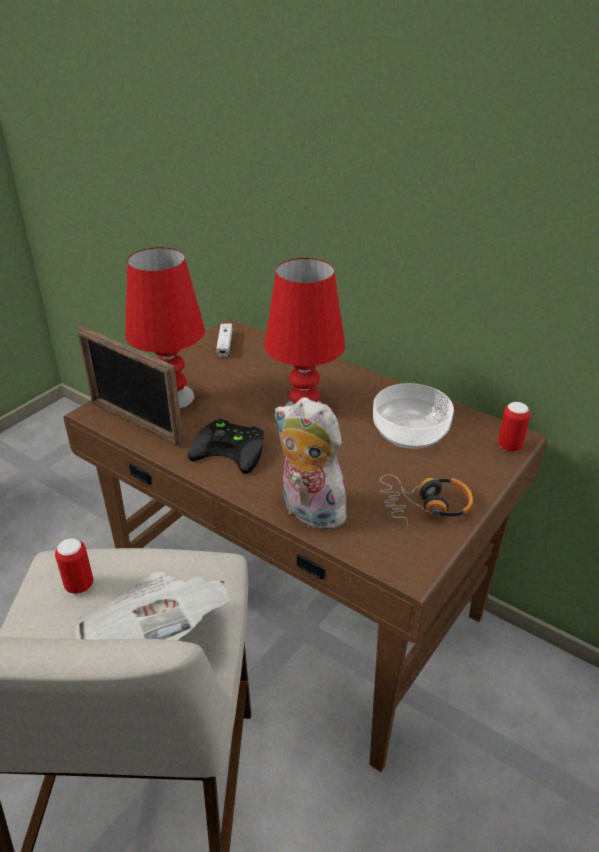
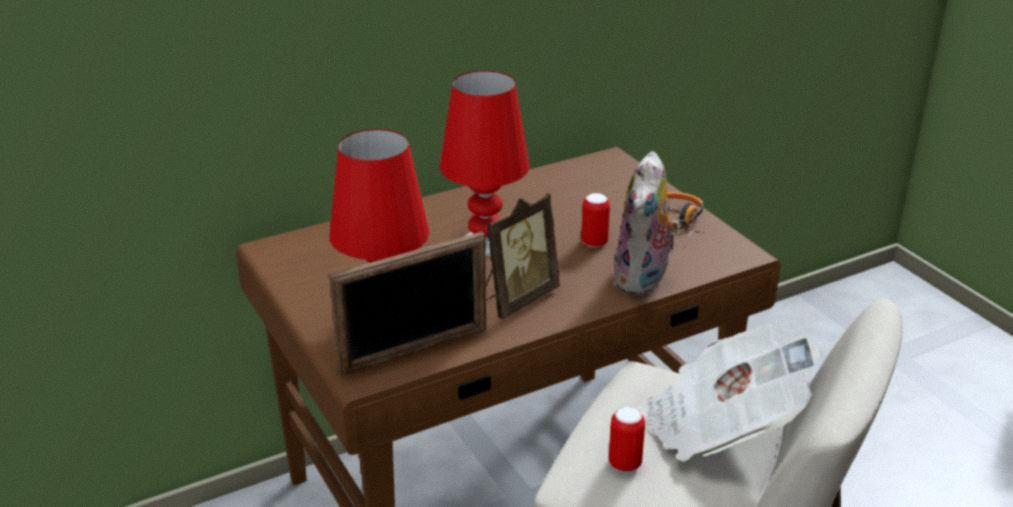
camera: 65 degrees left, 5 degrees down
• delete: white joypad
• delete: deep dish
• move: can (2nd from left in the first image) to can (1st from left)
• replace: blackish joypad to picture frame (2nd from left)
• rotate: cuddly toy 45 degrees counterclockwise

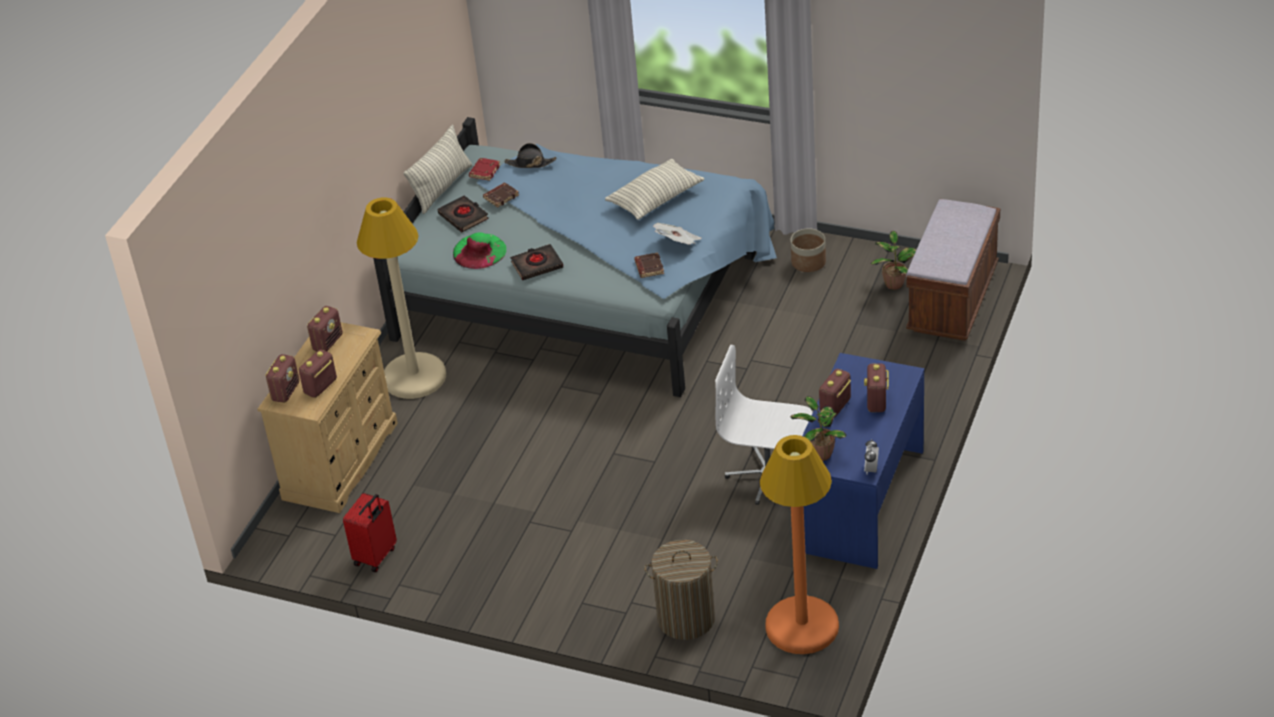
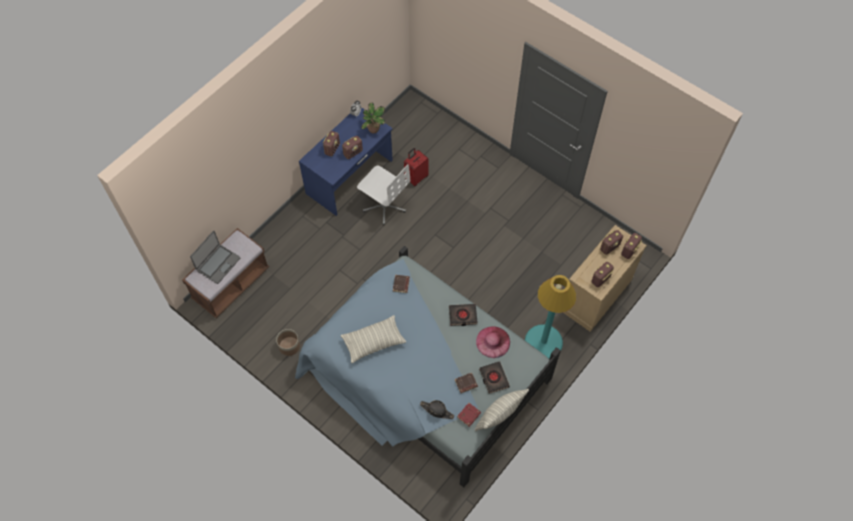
camera: 165 degrees left, 20 degrees up
• delete: hamper
• delete: printed paper
• delete: orangey standard lamp
• delete: houseplant (2nd from left)
• insert: notebook computer
• move: red piece of luggage
• recolor: beige-coloured standard lamp to blue-green standard lamp
• recolor: greenish clothing hat to pink clothing hat

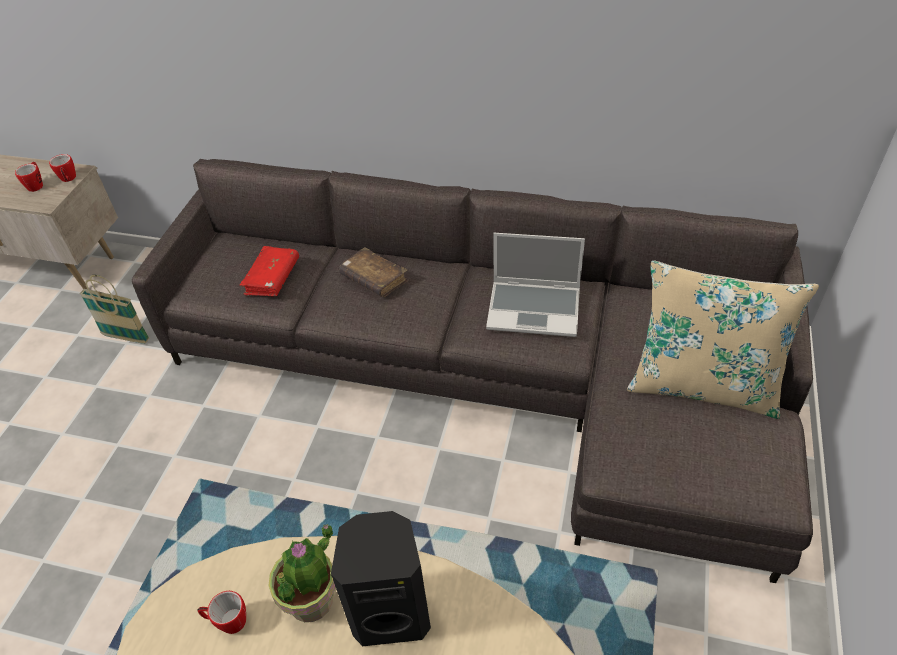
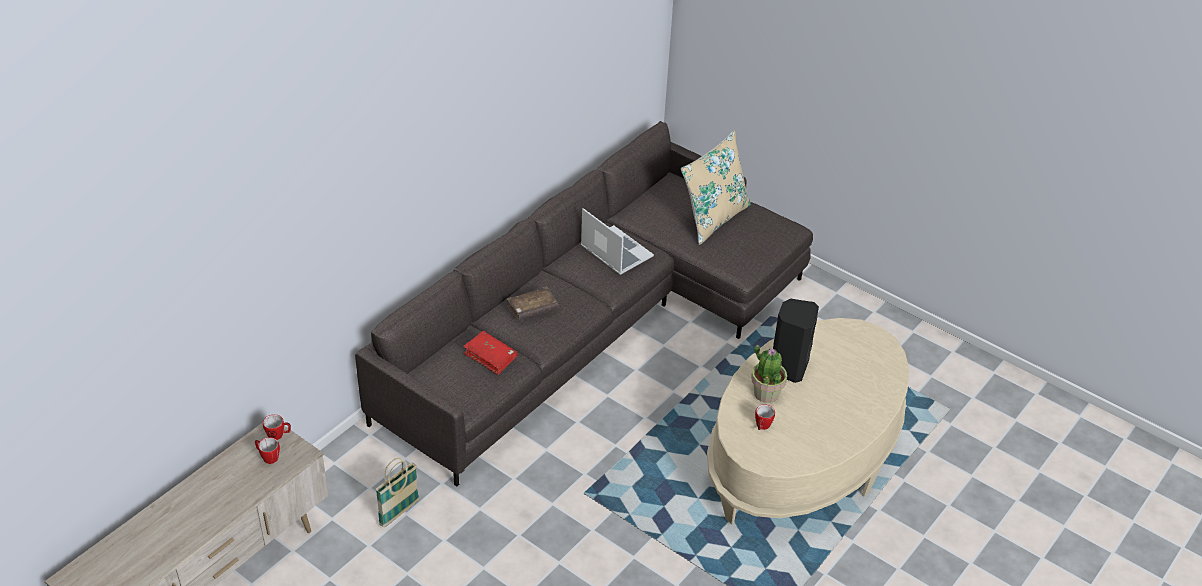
camera: 70 degrees left, 5 degrees down
• rotate: notebook computer 75 degrees counterclockwise

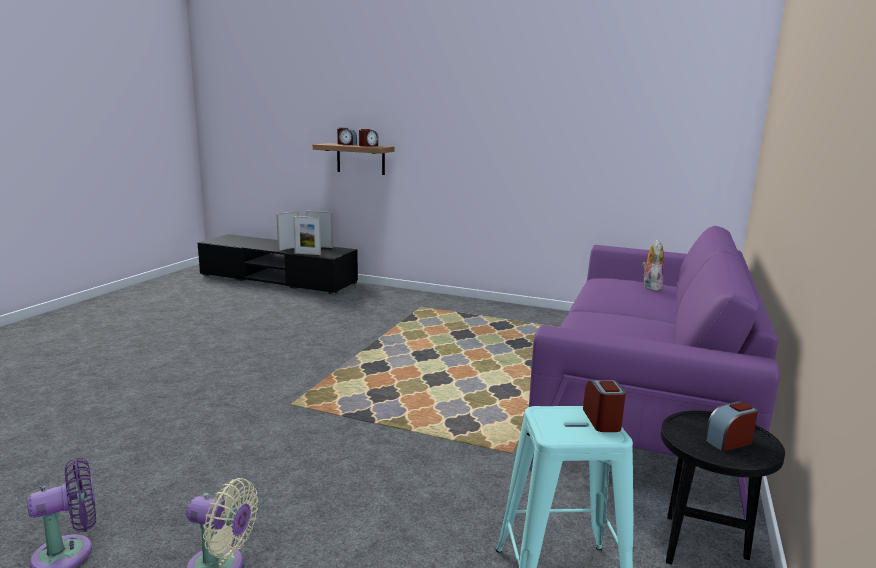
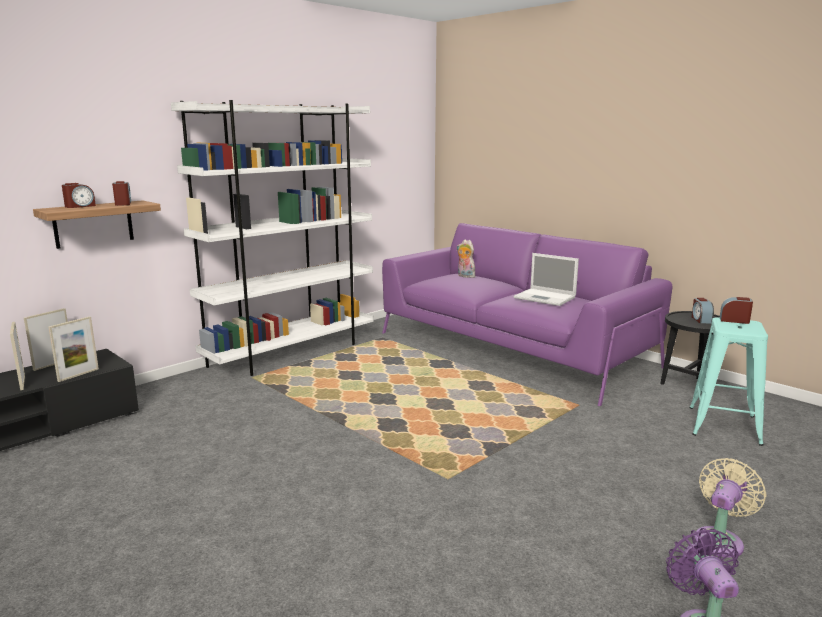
camera: 65 degrees left, 0 degrees up
• insert: white bookcase
• insert: notebook computer

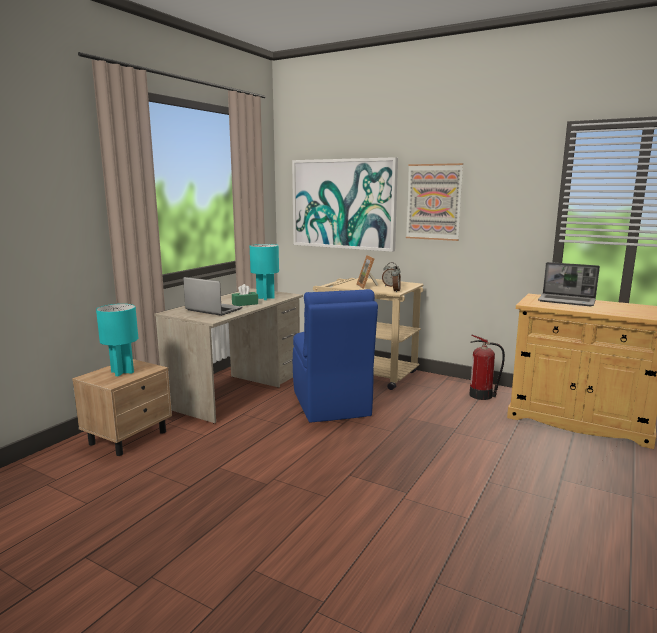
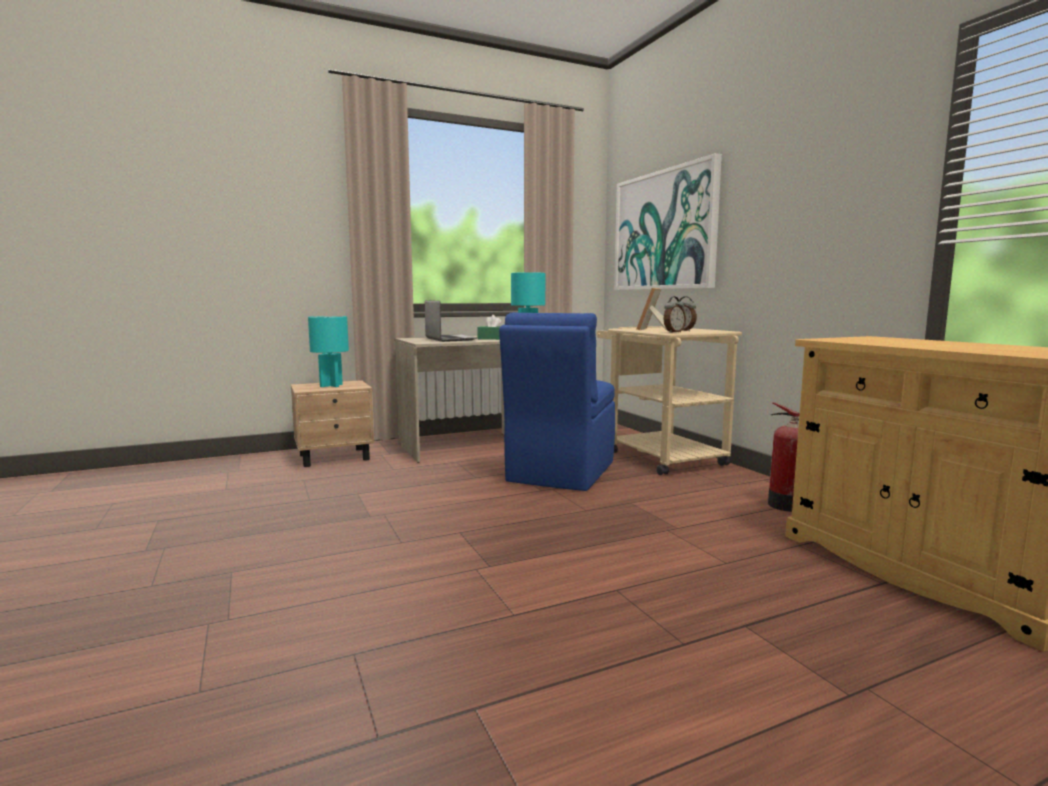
camera: 35 degrees right, 5 degrees down
• delete: wall art (2nd from left)
• delete: notebook computer (2nd from left)

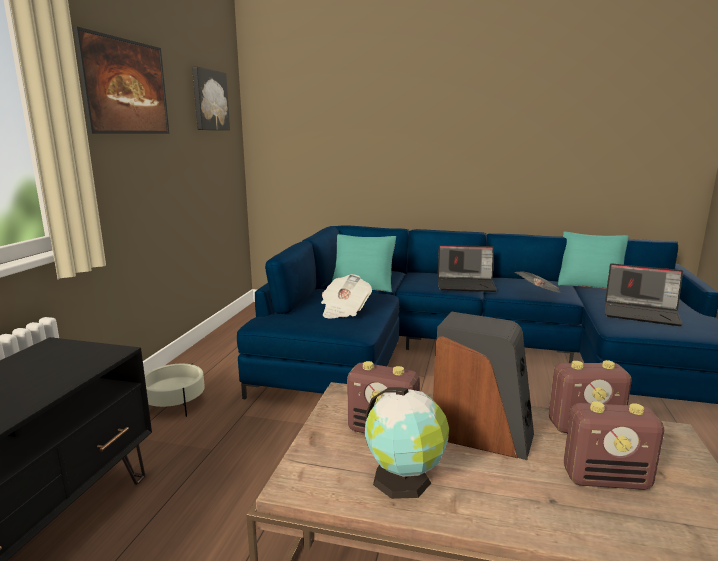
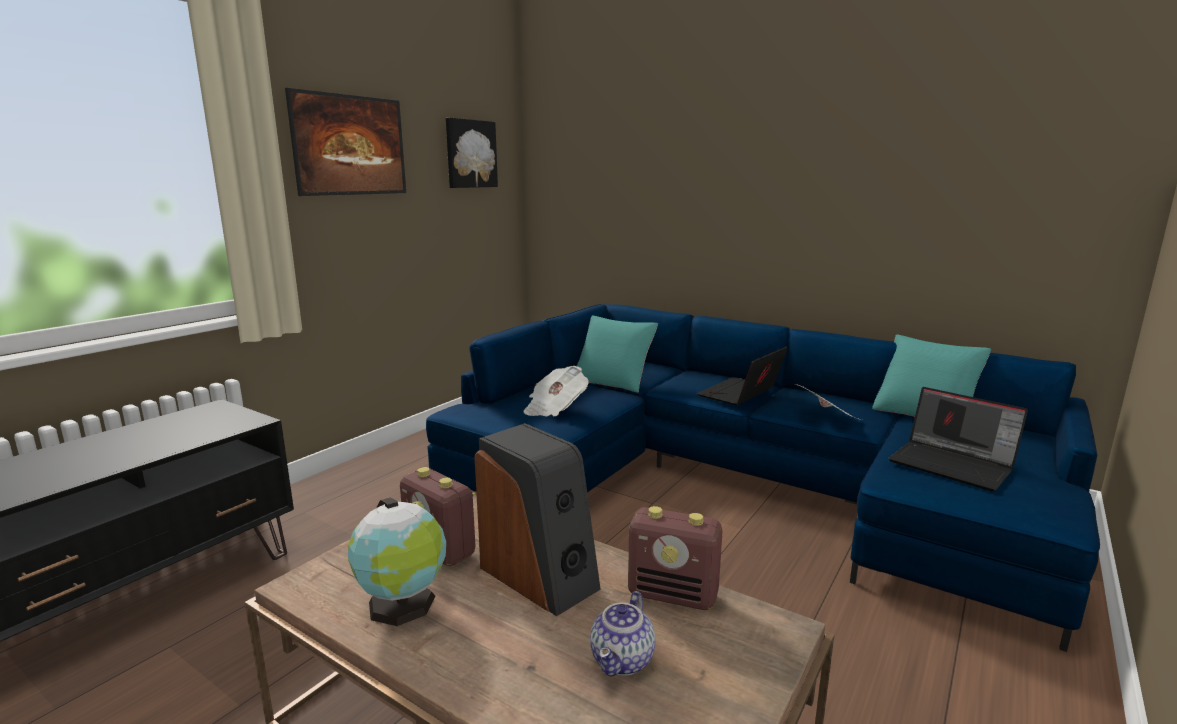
camera: 20 degrees right, 0 degrees up
• delete: beige-coloured plant pot
• replace: radio (3rd from left) to tea pot
• rotate: notebook computer (1st from left) 105 degrees clockwise

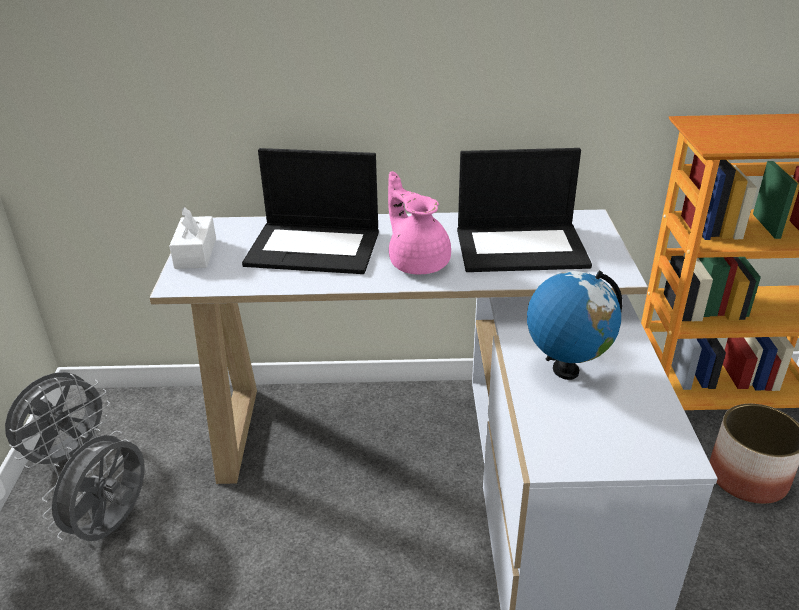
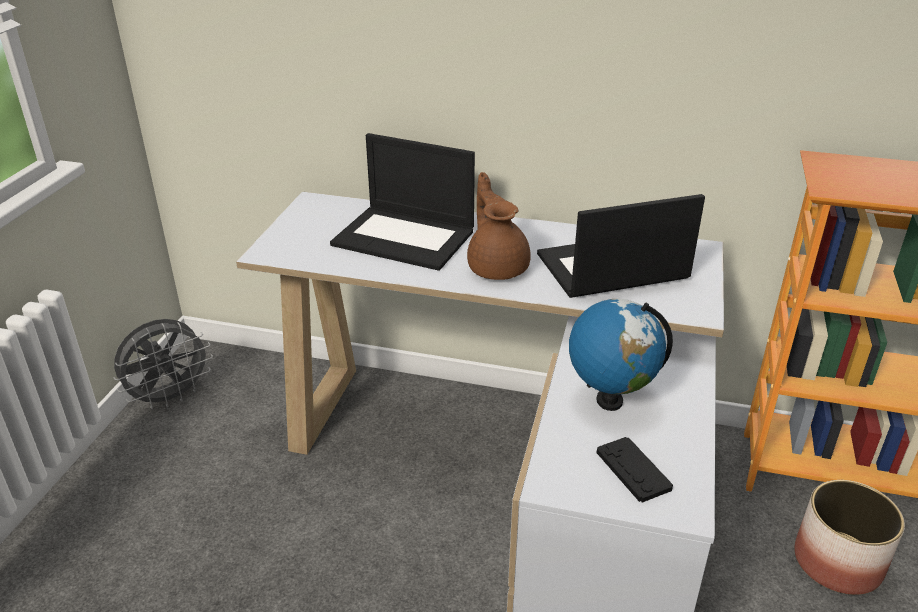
camera: 15 degrees right, 0 degrees up
• delete: gray fan (2nd from left)
• delete: white box of tissues
• insert: blackish joypad
• recolor: pink tea pot to brownish tea pot
• rotate: notebook computer (2nd from left) 150 degrees clockwise

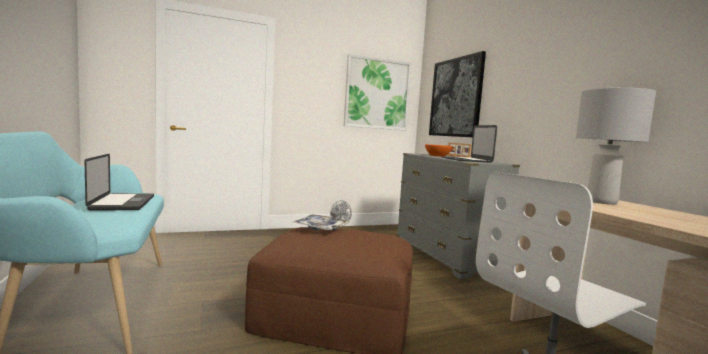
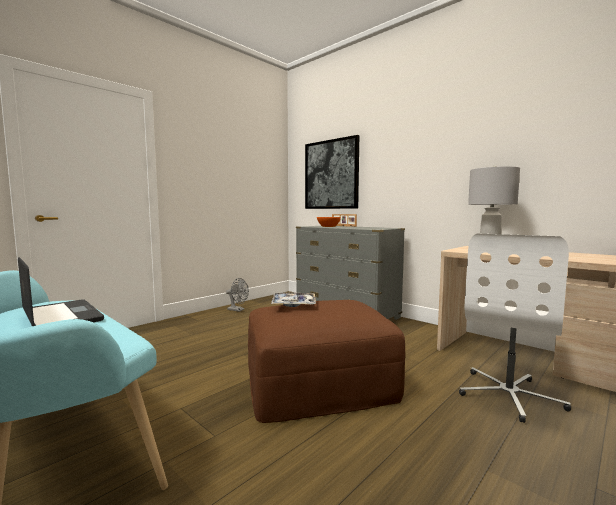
camera: 25 degrees left, 0 degrees up
• delete: wall art (1st from left)
• delete: notebook computer (2nd from left)

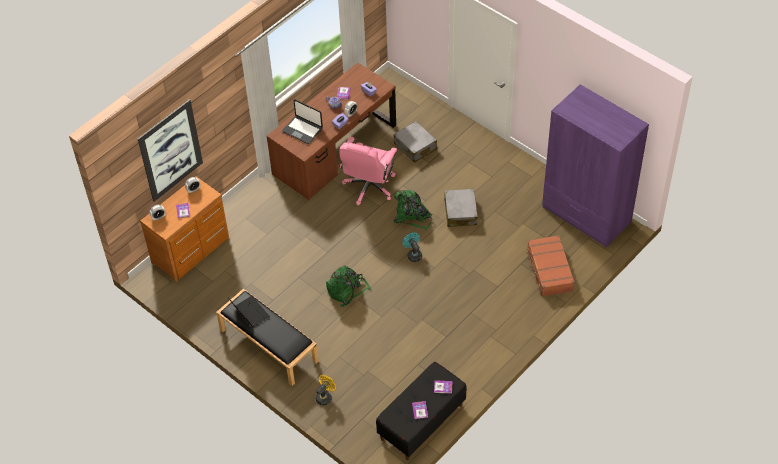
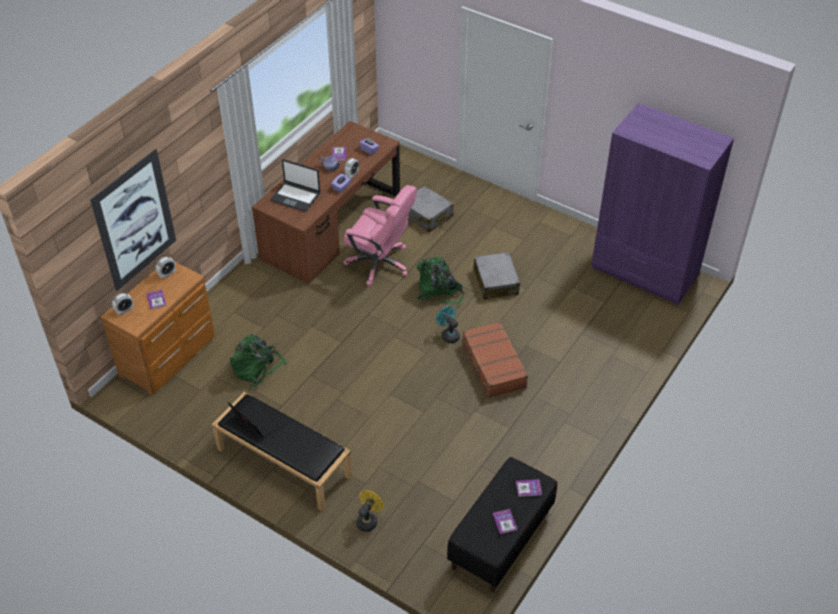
camera: 10 degrees left, 5 degrees down
• move: greenish rucksack (1st from left)
• move: brownish piece of luggage
• rotate: pink computer chair 75 degrees counterclockwise

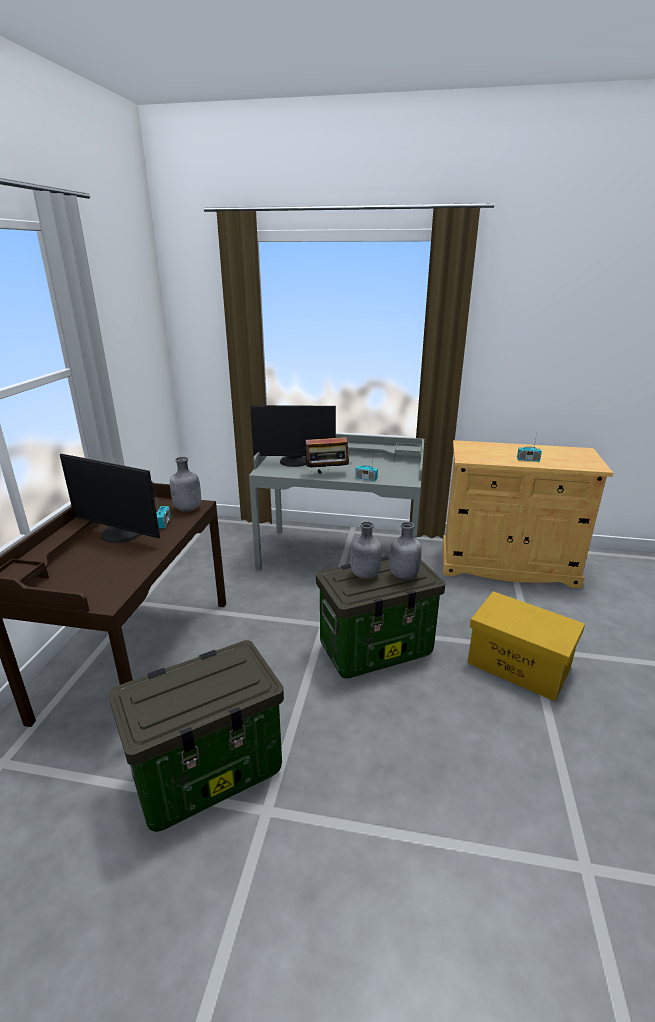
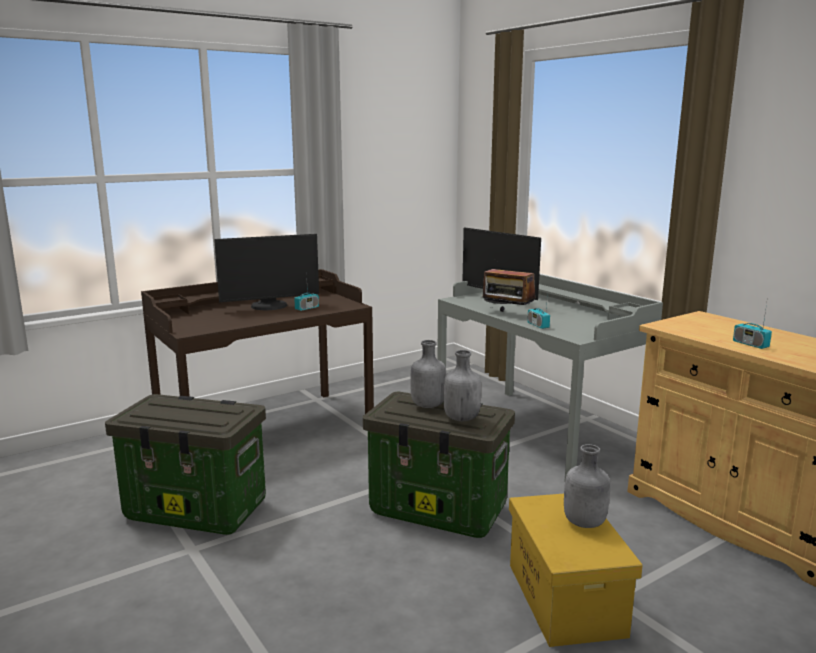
camera: 45 degrees right, 10 degrees down
• move: gray beverage bottle (1st from left in the first image) to gray beverage bottle (3rd from left)
• rotate: computer screen (1st from left) 90 degrees counterclockwise

